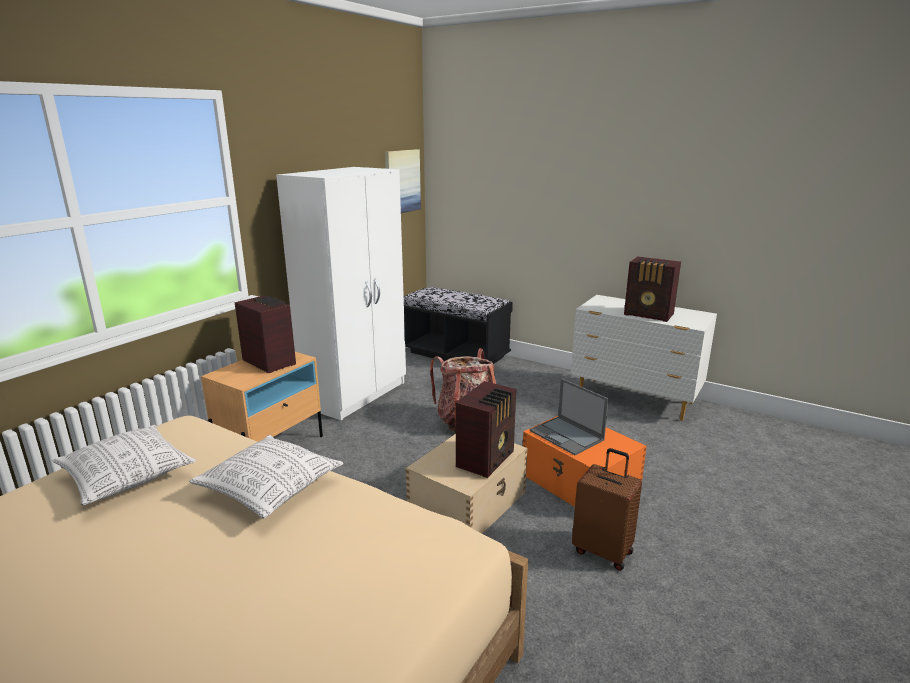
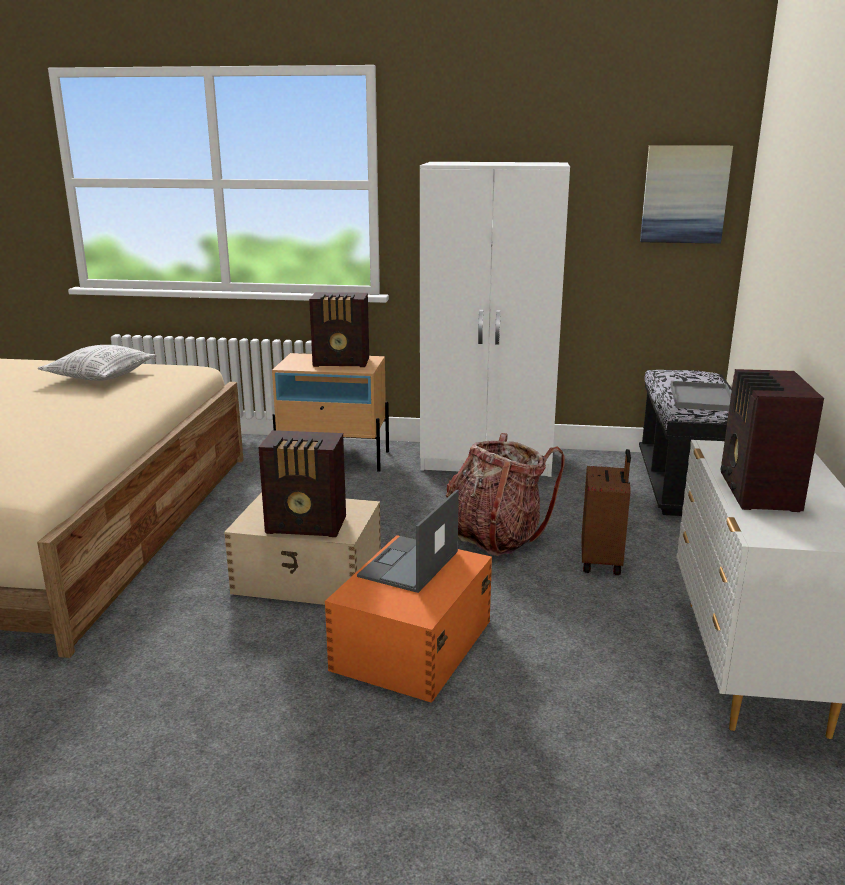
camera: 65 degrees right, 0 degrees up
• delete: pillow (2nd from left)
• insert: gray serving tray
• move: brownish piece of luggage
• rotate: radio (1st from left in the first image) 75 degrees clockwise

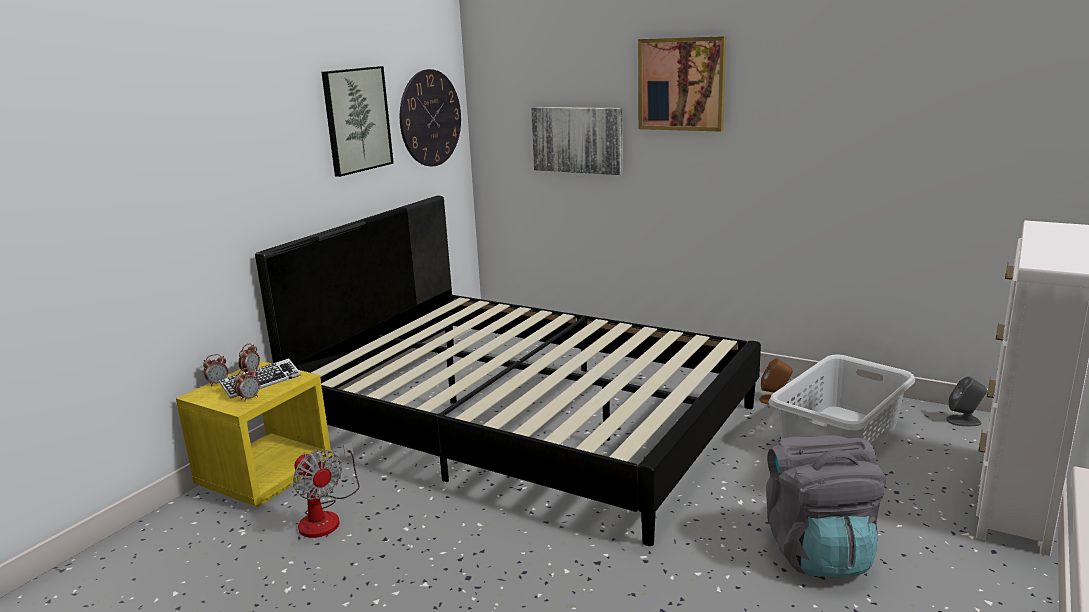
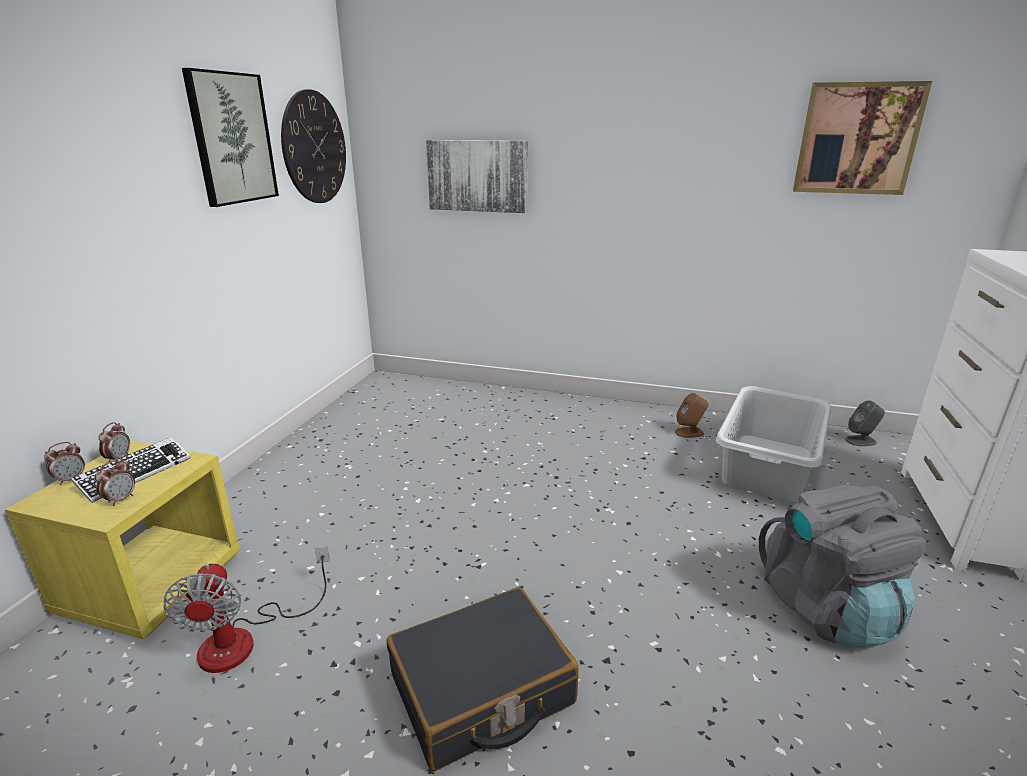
camera: 15 degrees left, 5 degrees up
• delete: blackish bedroom bed
• insert: blackish piece of luggage
• move: wall art (3rd from left)
• rotate: fan 45 degrees clockwise

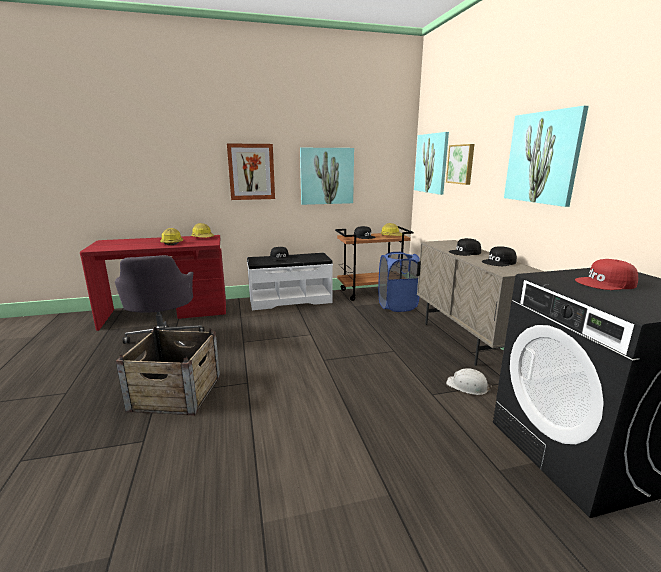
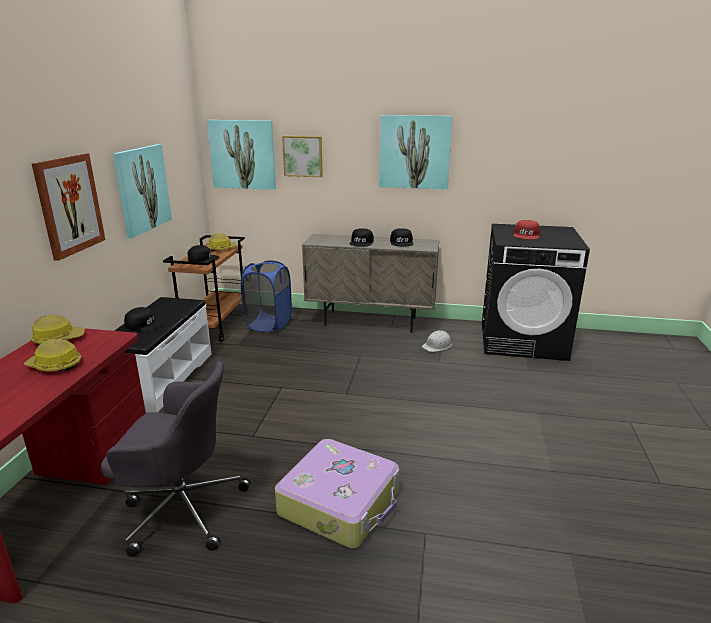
camera: 65 degrees left, 5 degrees up
• replace: crate to piece of luggage

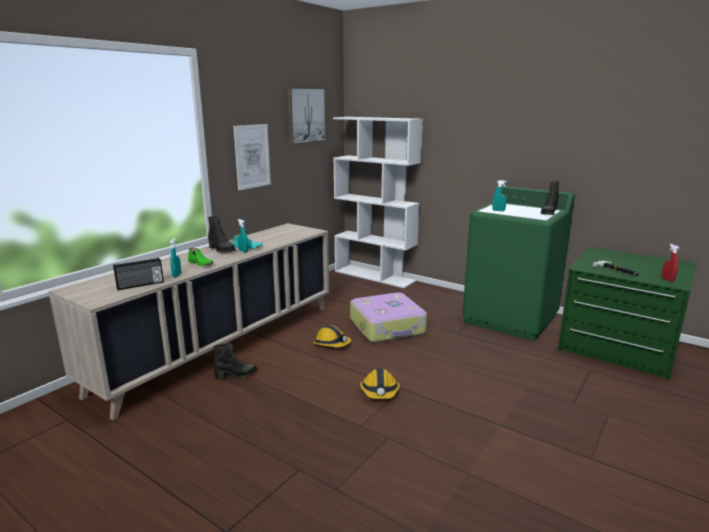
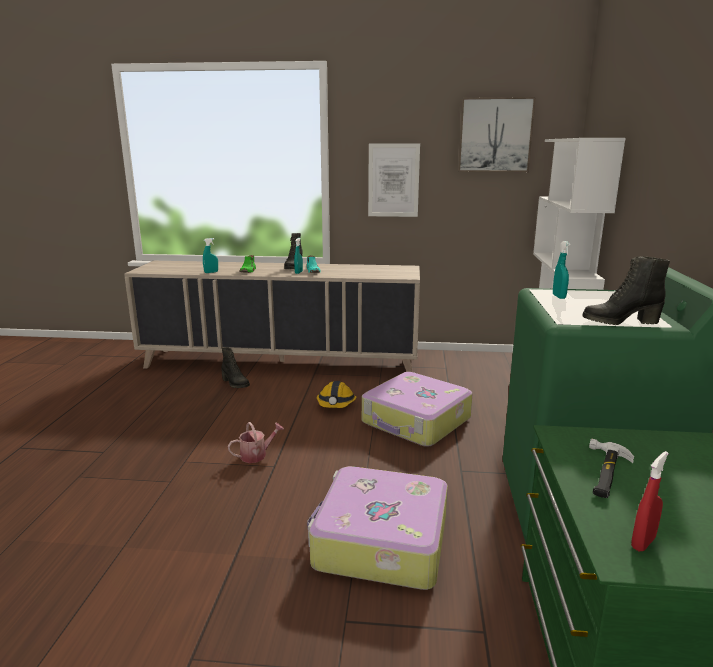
camera: 60 degrees right, 0 degrees up
• delete: radio
• insert: piece of luggage (1st from left)
• replace: hard hat (2nd from left) to sprinkling can

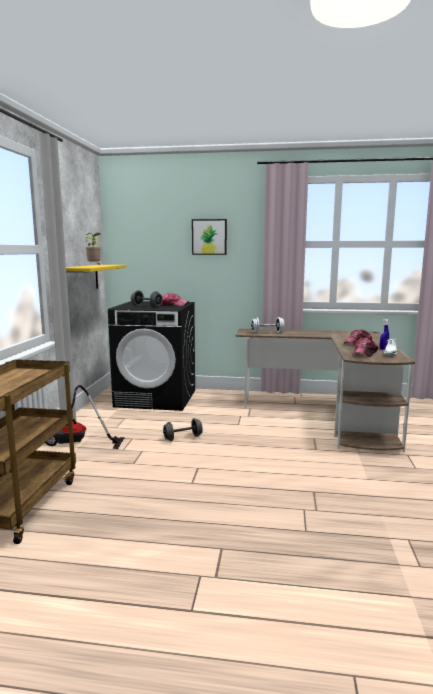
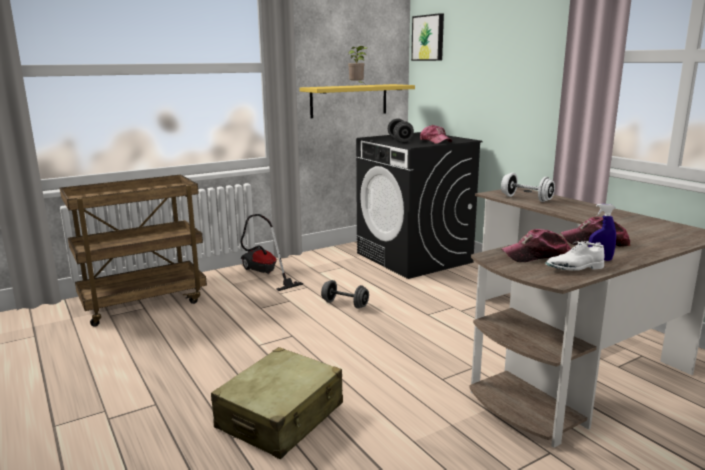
camera: 50 degrees right, 5 degrees up
• insert: beige-coloured piece of luggage
• move: wall art

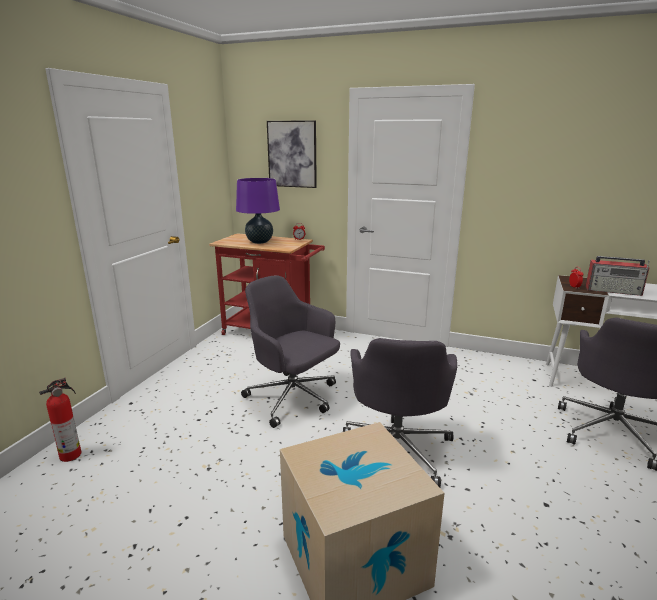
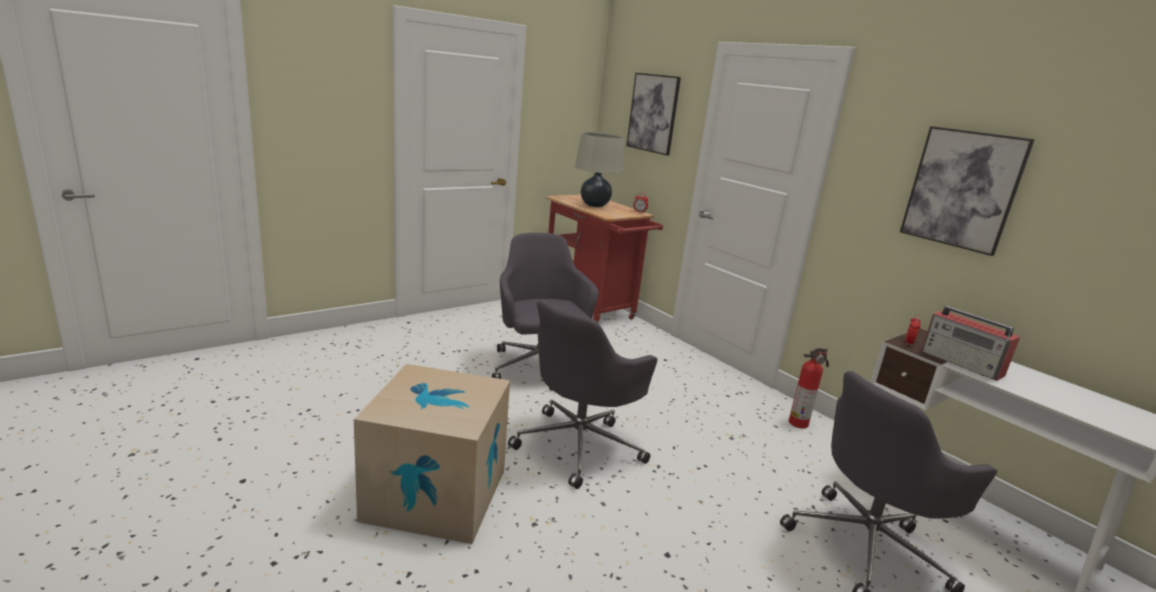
camera: 30 degrees right, 0 degrees up
• insert: wall art (2nd from left)
• move: extinguisher
• recolor: purplish lamp for a table to beige-coloured lamp for a table

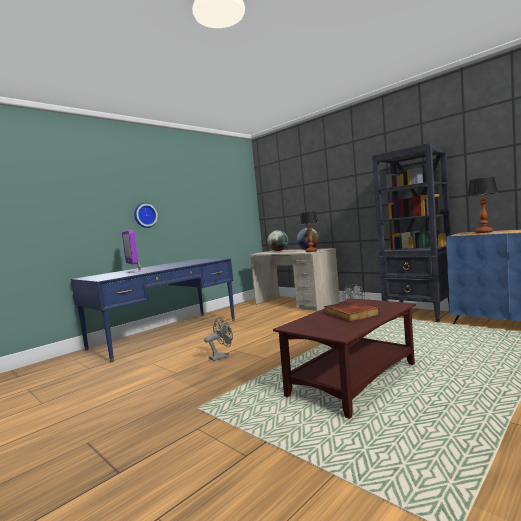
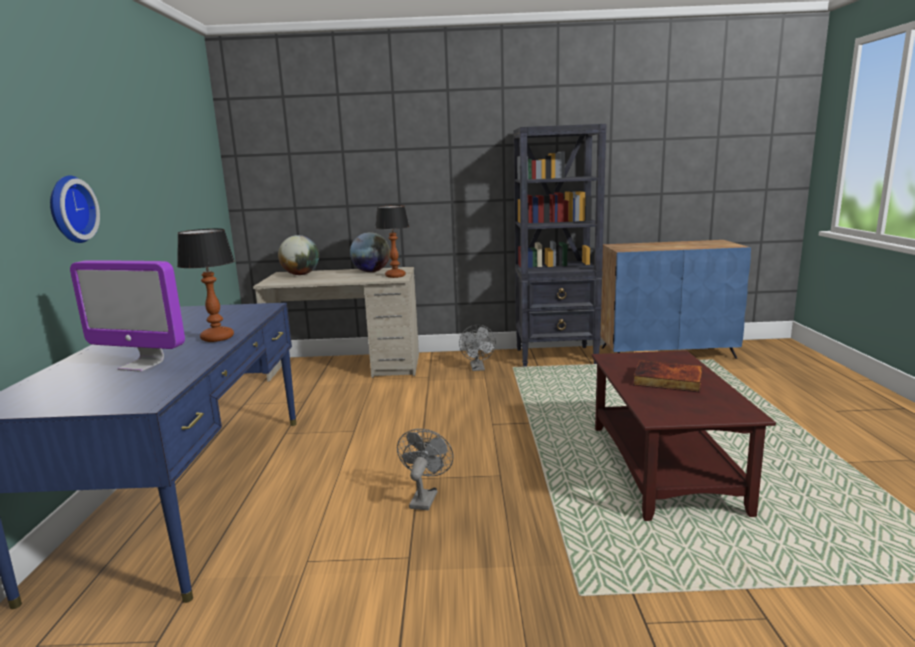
camera: 45 degrees left, 10 degrees up
• move: lamp for a table (2nd from left in the first image) to lamp for a table (1st from left)

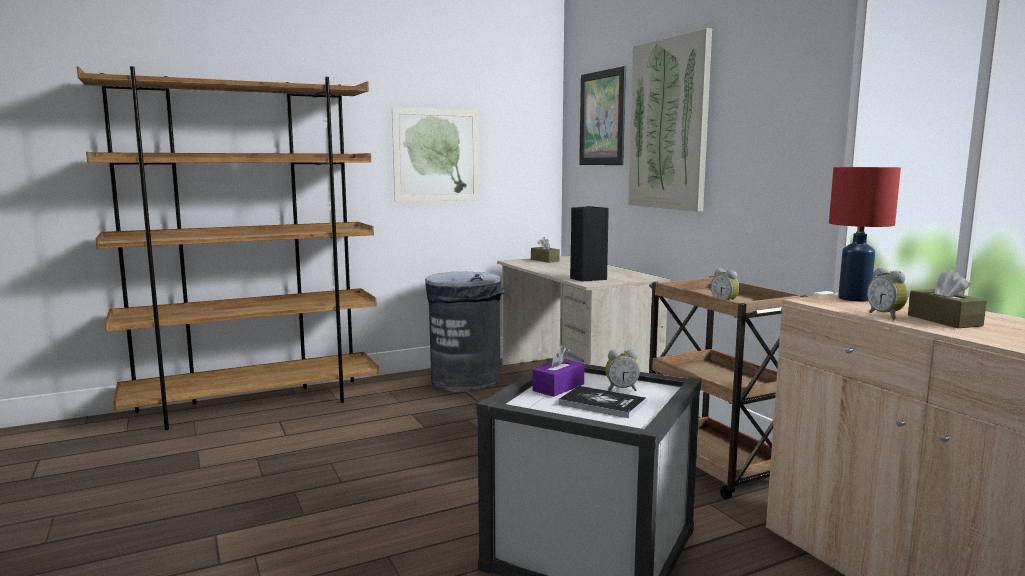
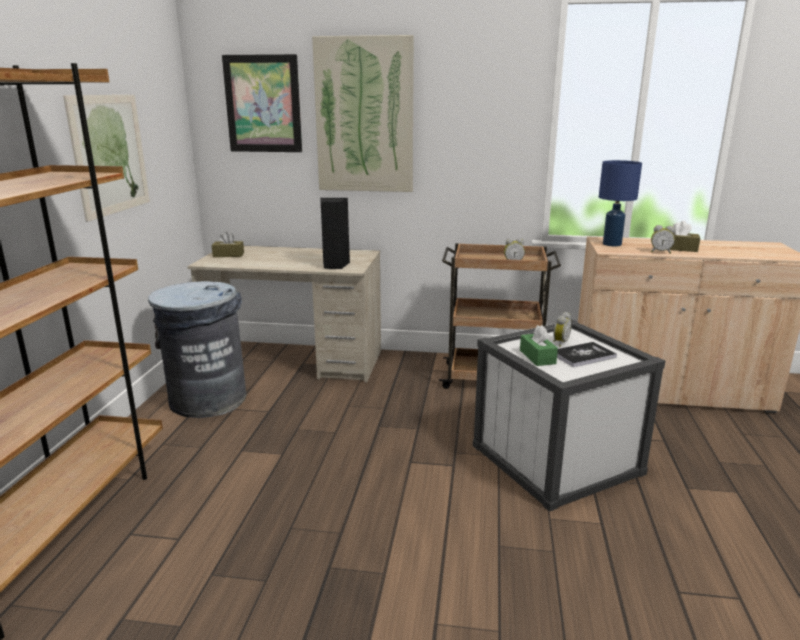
camera: 55 degrees left, 10 degrees up
• recolor: purplish box of tissues to greenish box of tissues
• recolor: red lamp for a table to blue lamp for a table

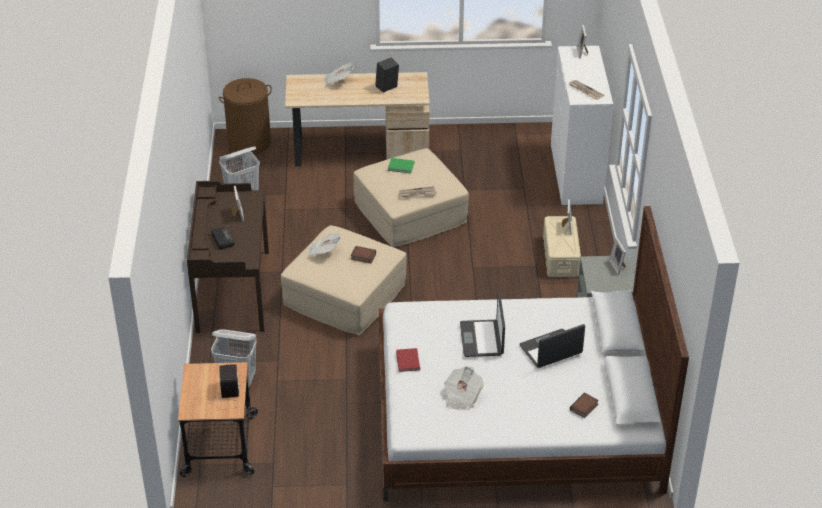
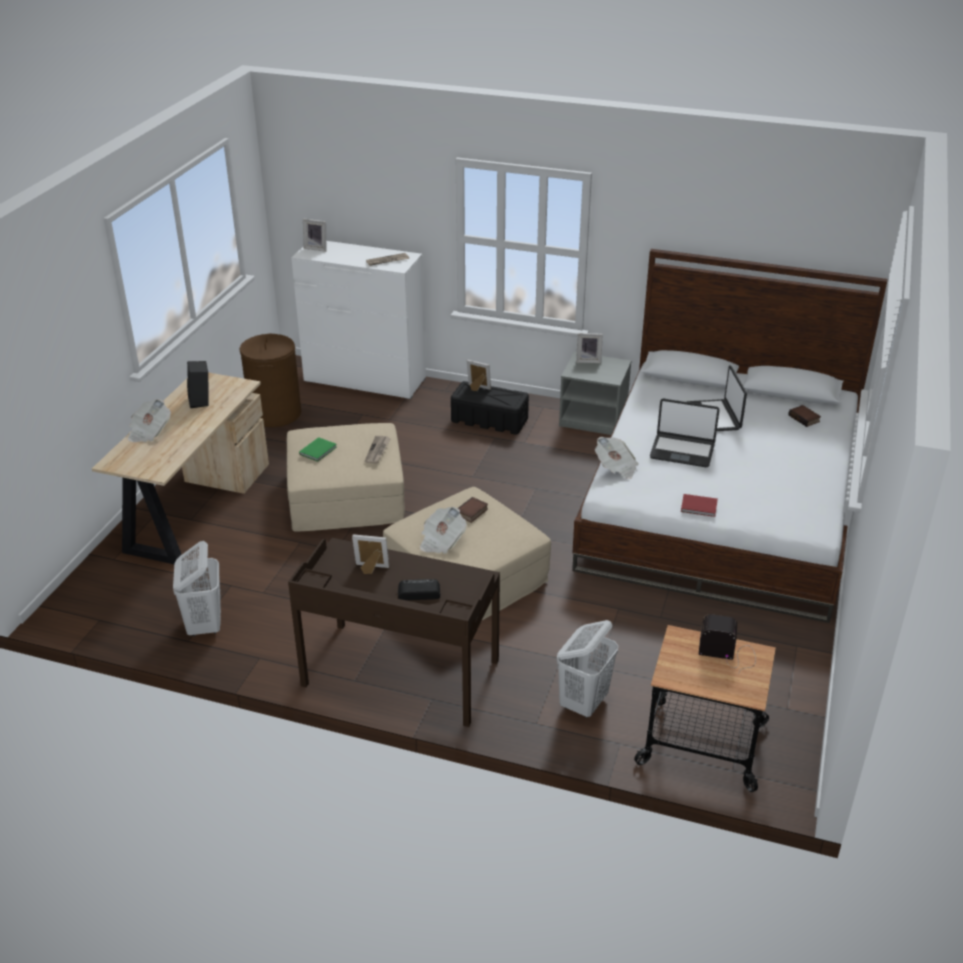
camera: 70 degrees left, 5 degrees down
• move: brownish hamper
• move: printed paper (4th from left in the first image) to printed paper (5th from left)
• recolor: beige-coloured storage bin to blackish storage bin

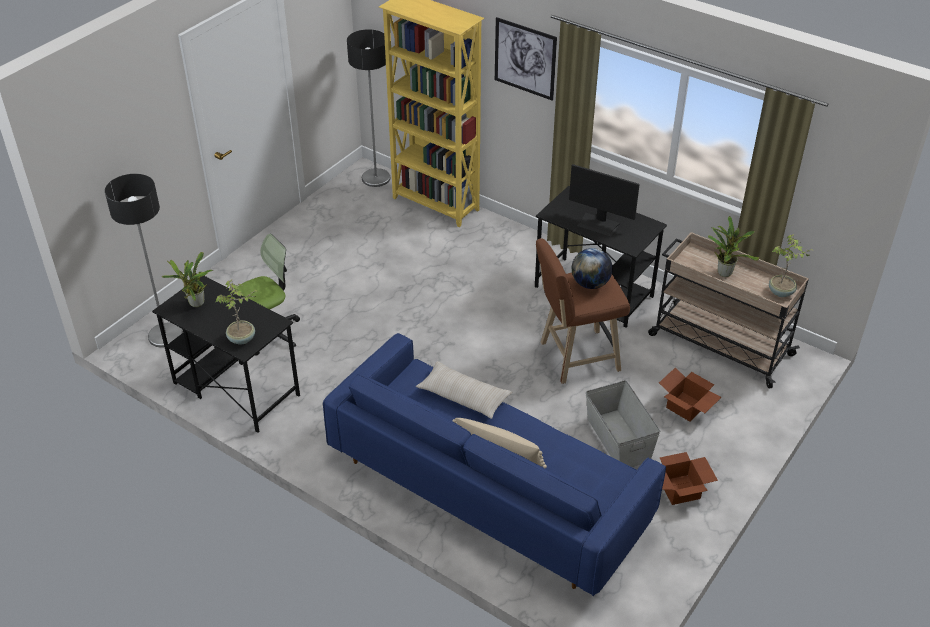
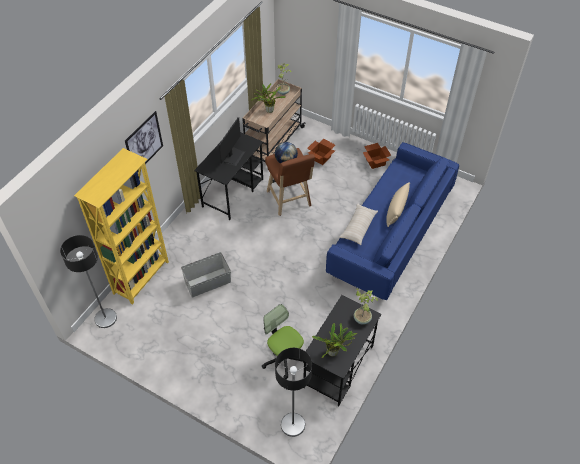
camera: 95 degrees left, 10 degrees up
• move: gray storage bin

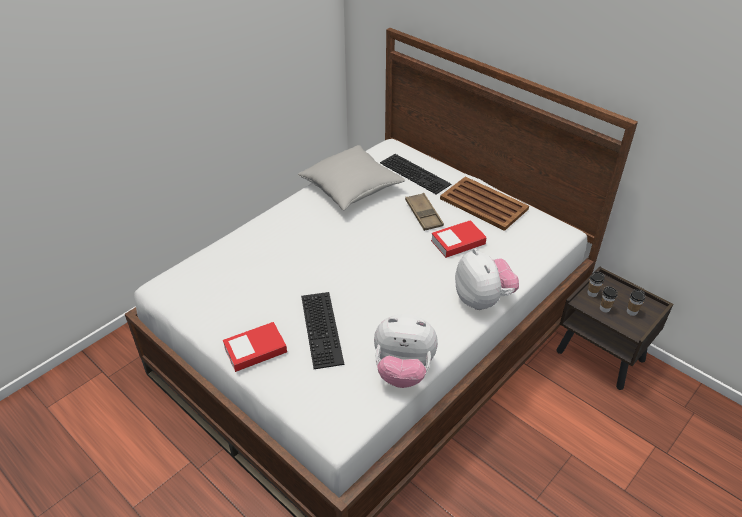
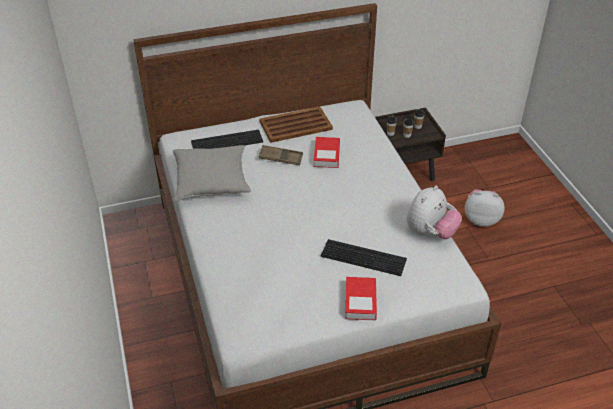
camera: 60 degrees left, 0 degrees up
• move: cuddly toy (2nd from left)

